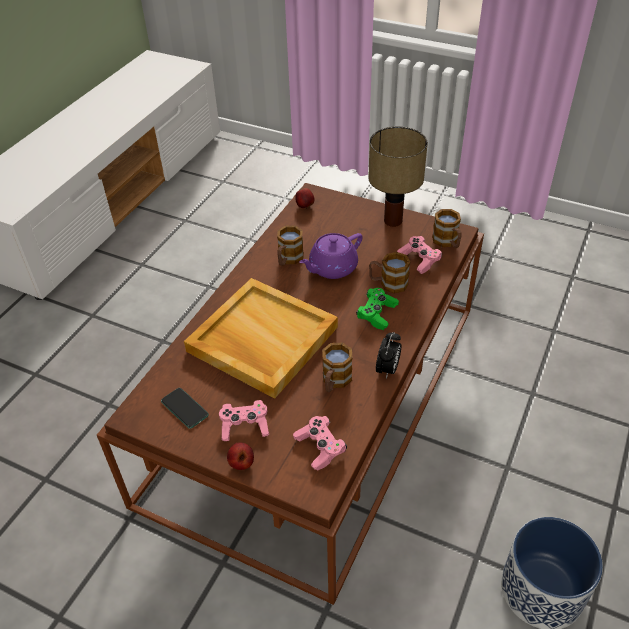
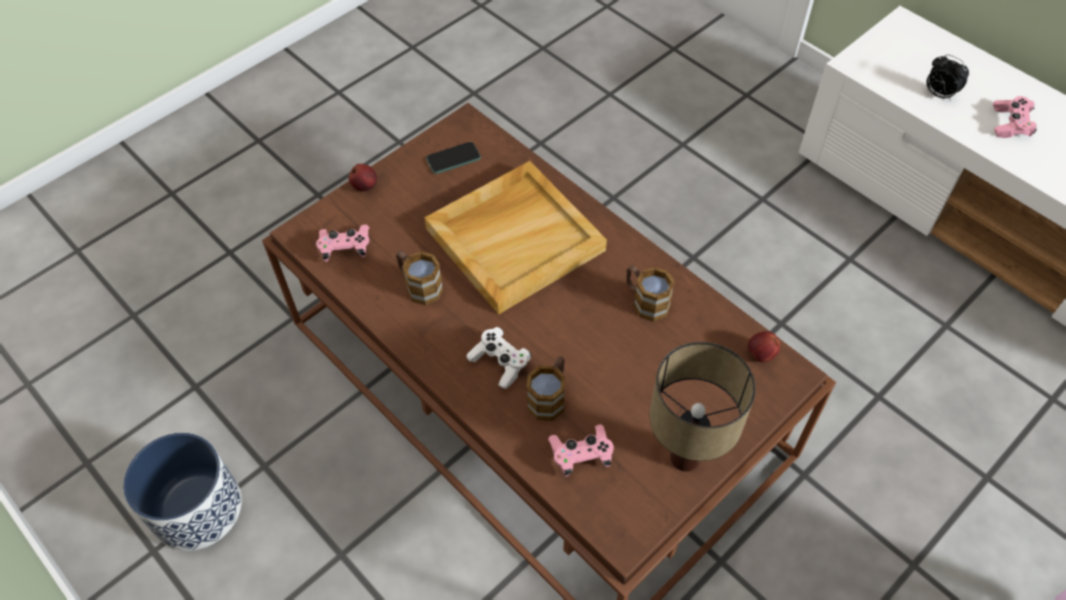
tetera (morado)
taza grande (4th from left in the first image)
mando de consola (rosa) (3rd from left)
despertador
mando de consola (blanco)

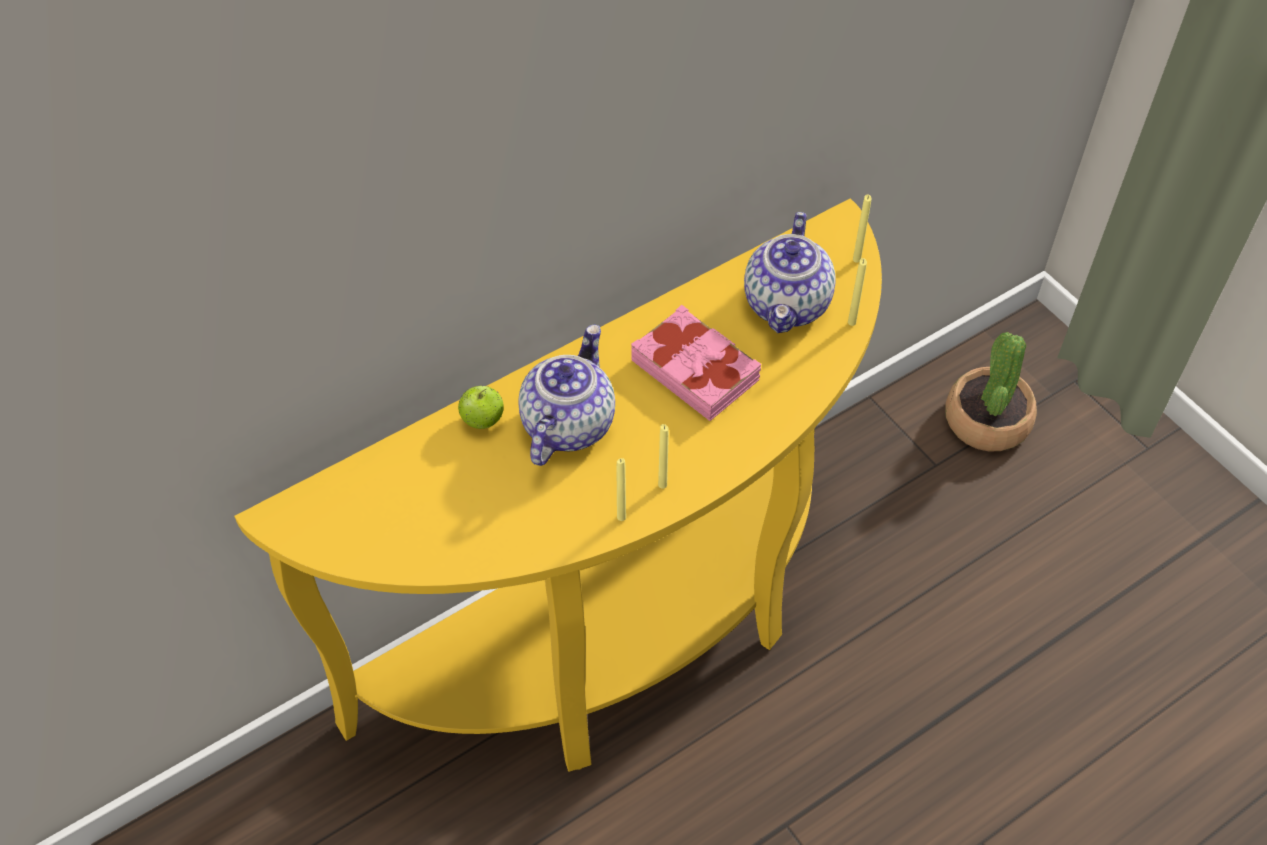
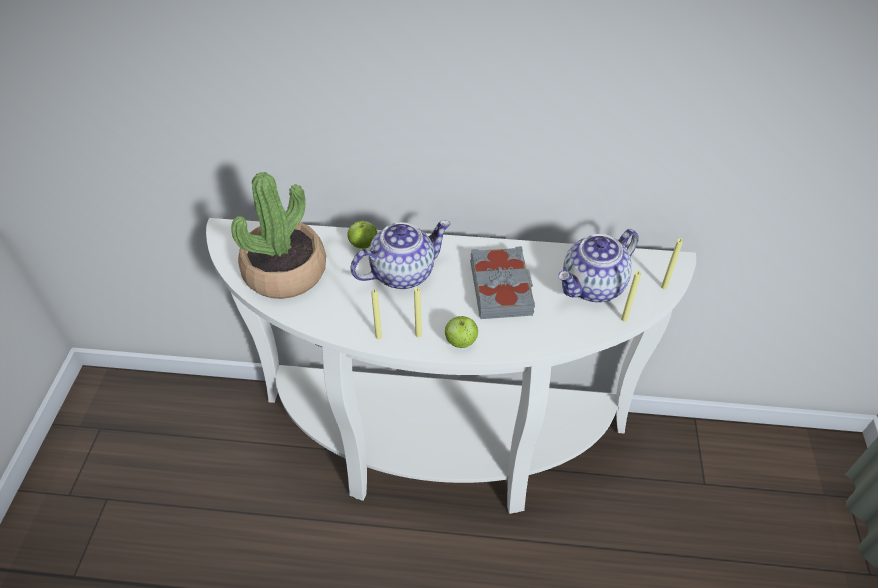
manzana (2nd from left)
planta en maceta
mesa consola (blanco)
libro (gris)

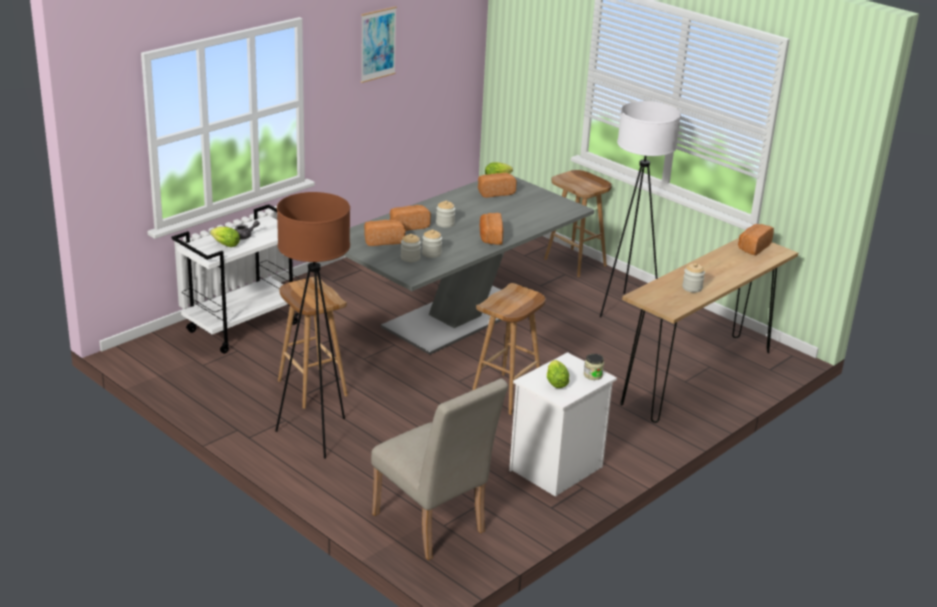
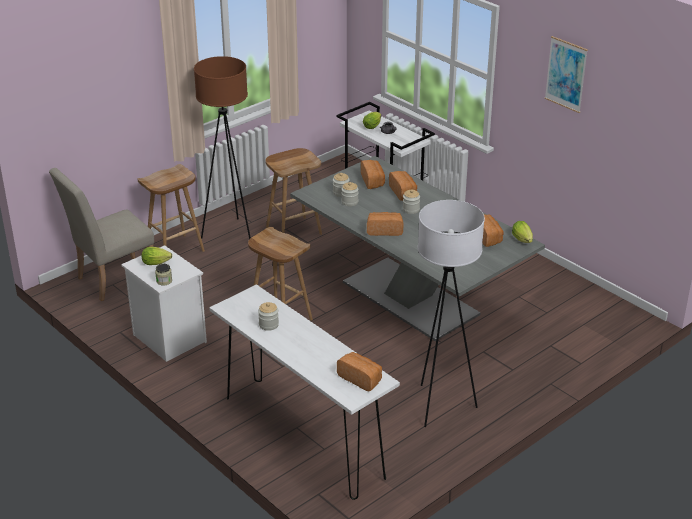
taburete (marrón) (1st from left)
mesa consola (blanco)

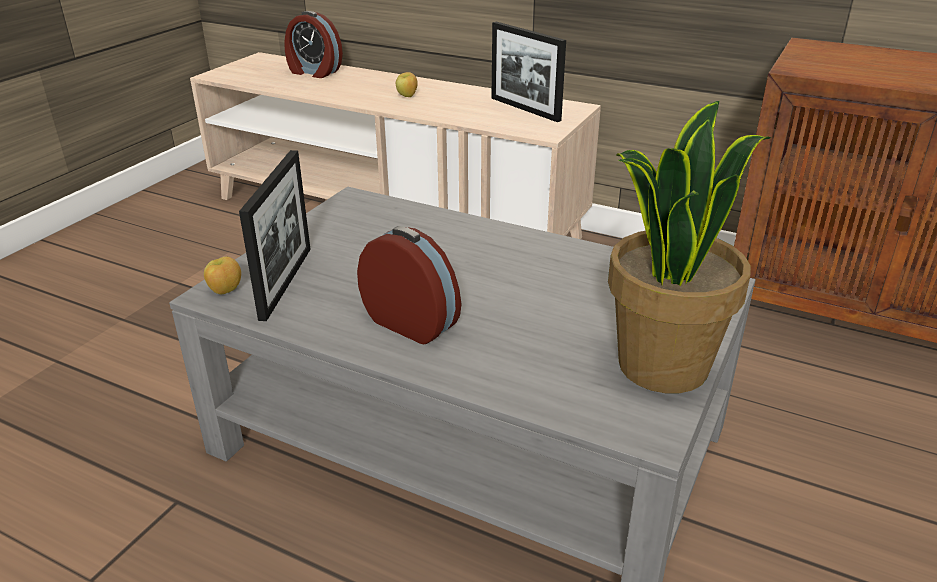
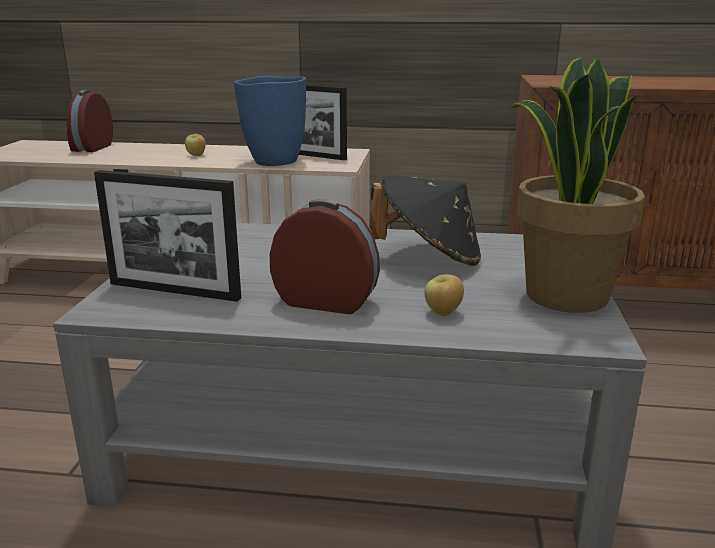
florero (azul)
sombrero (negro)
manzana (2nd from left)
portarretratos (1st from left)
despertador (1st from left)

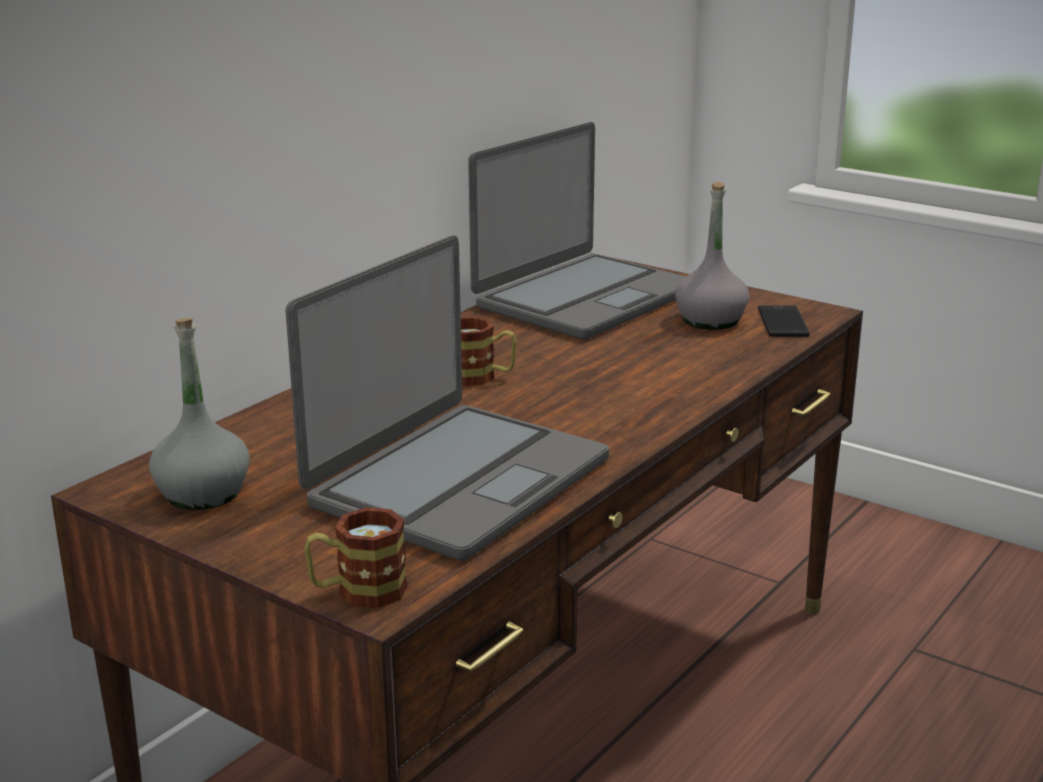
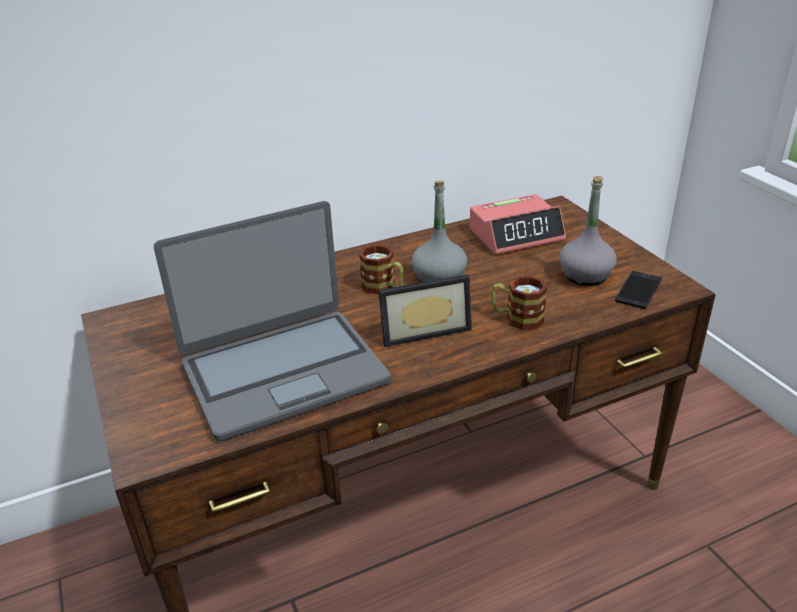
portarretratos
botella (gris) (1st from left)
taza grande (2nd from left)
despertador

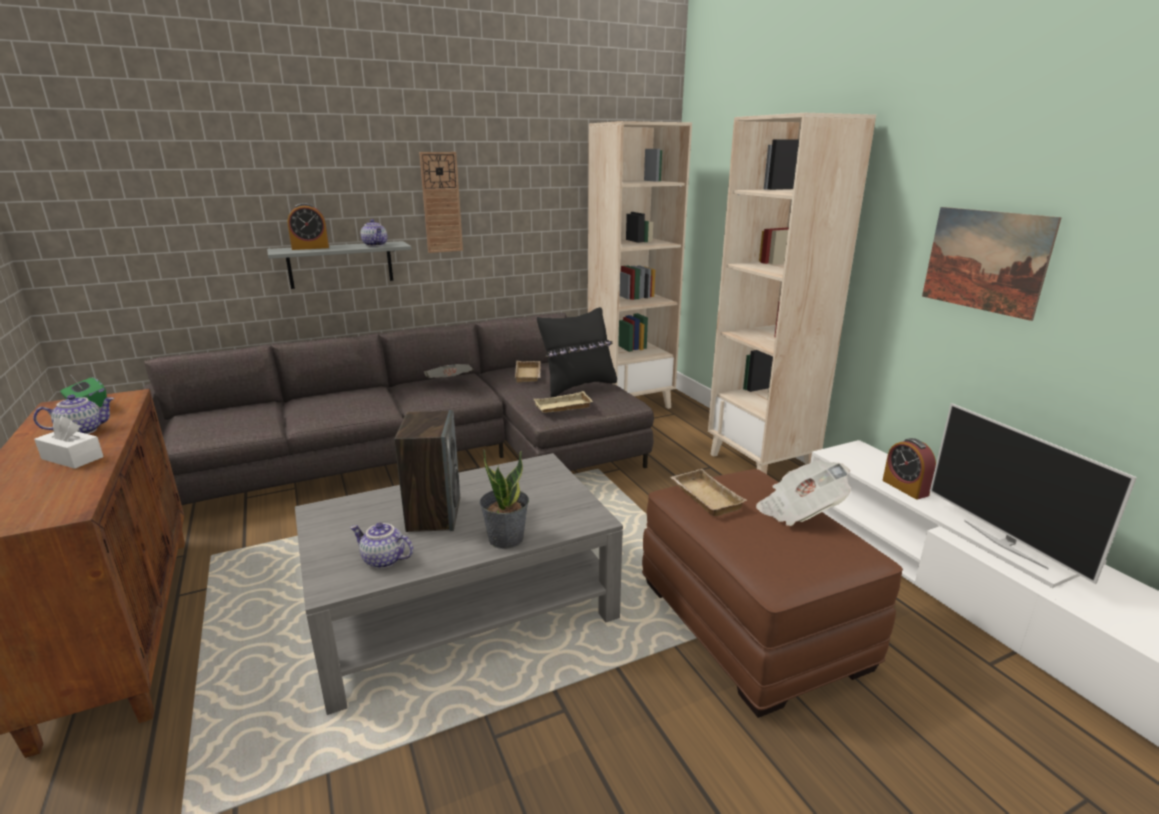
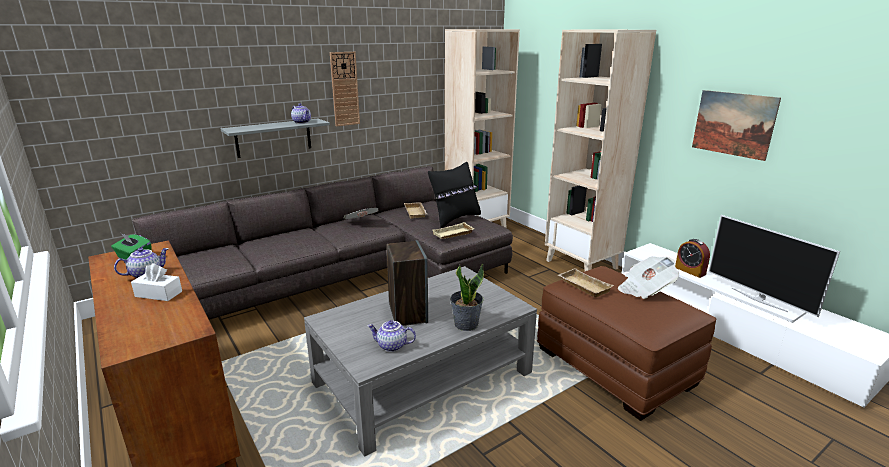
despertador (1st from left in the first image)

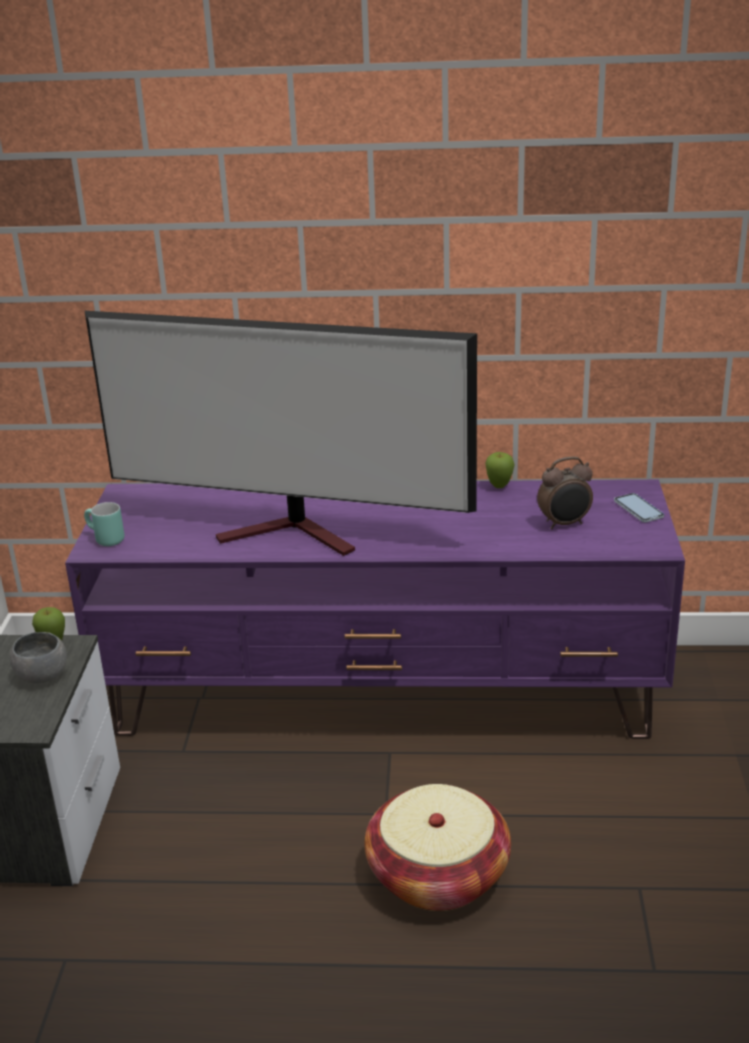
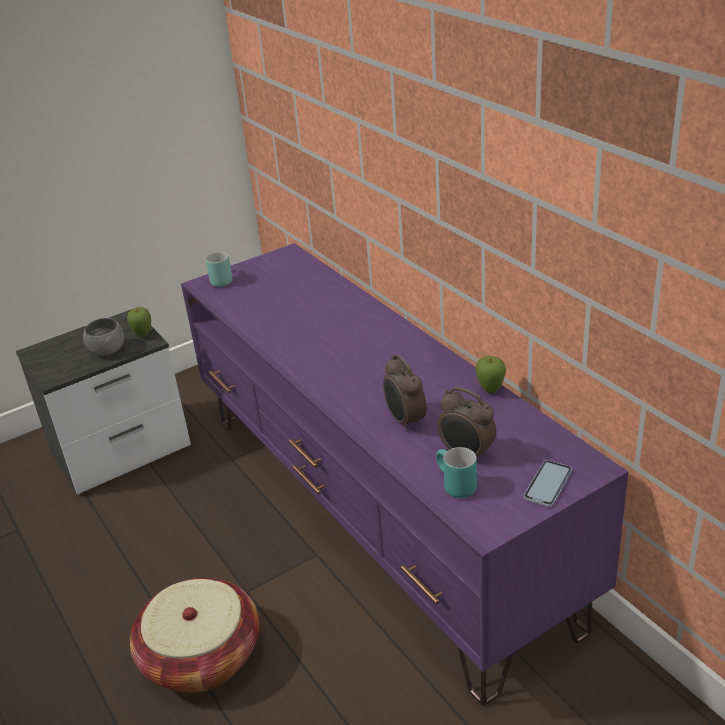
televisor
despertador (1st from left)
taza grande (turquesa) (2nd from left)

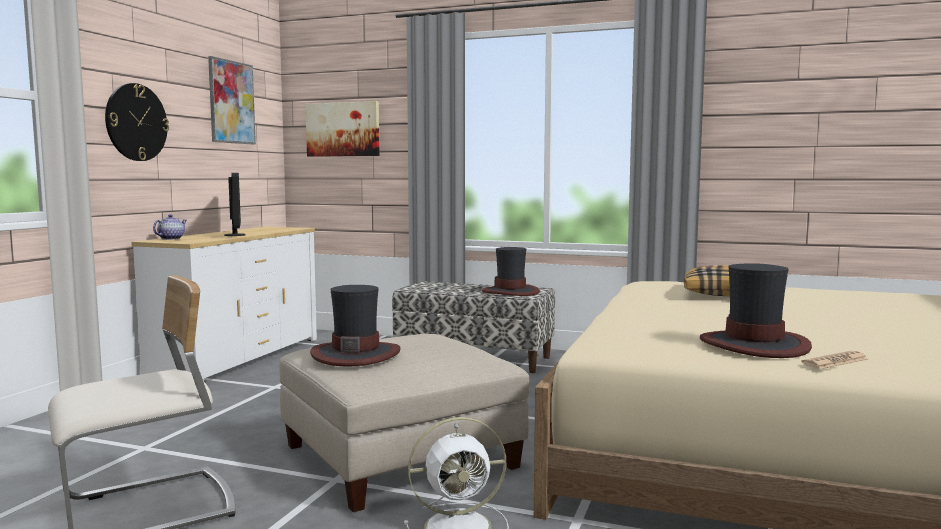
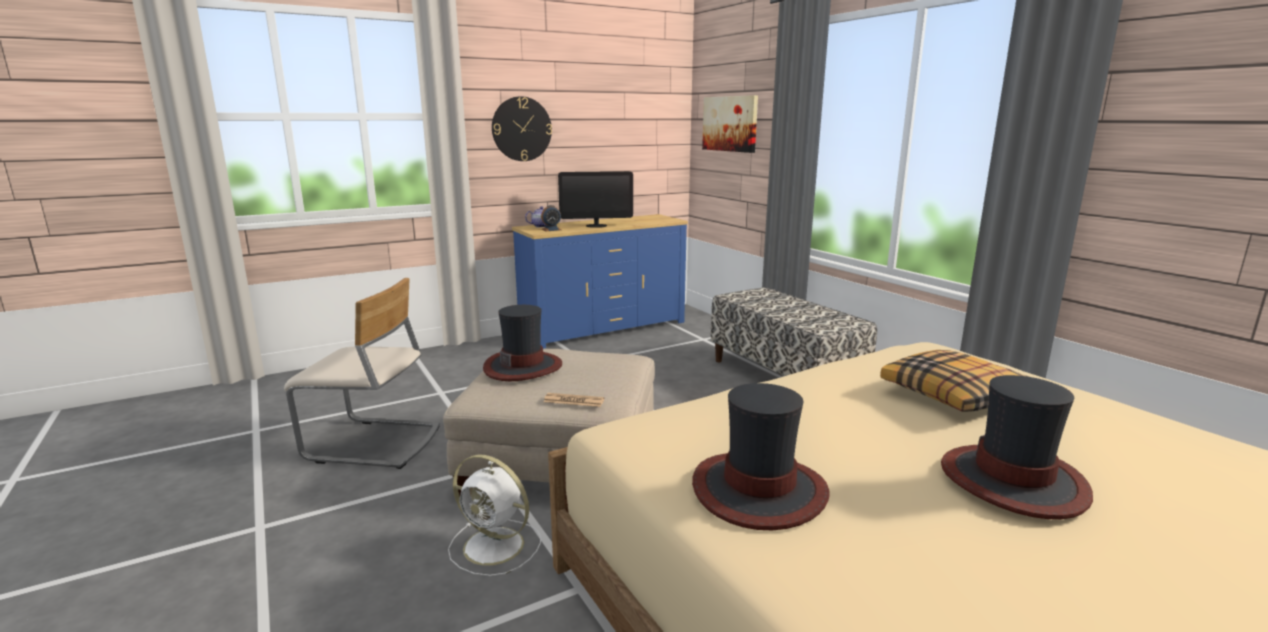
cuadro (1st from left in the first image)
despertador
sombrero (3rd from left)
periódico
cómoda (azul)
monitor

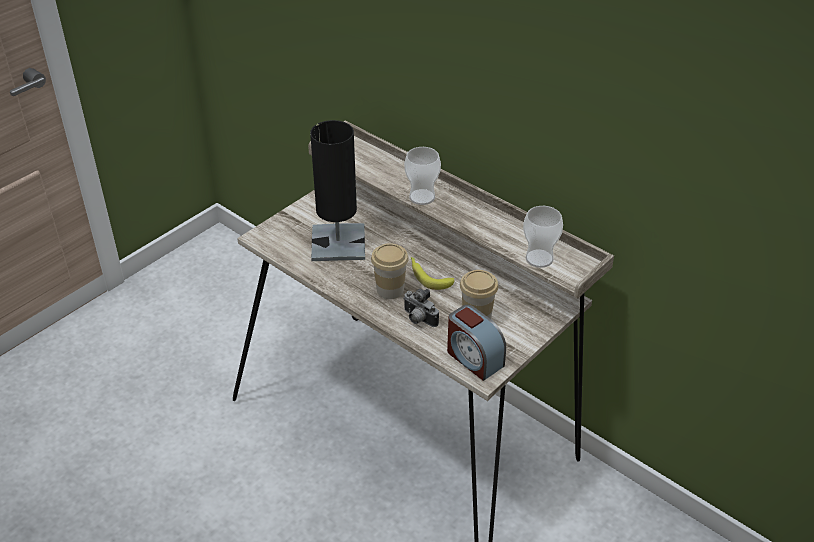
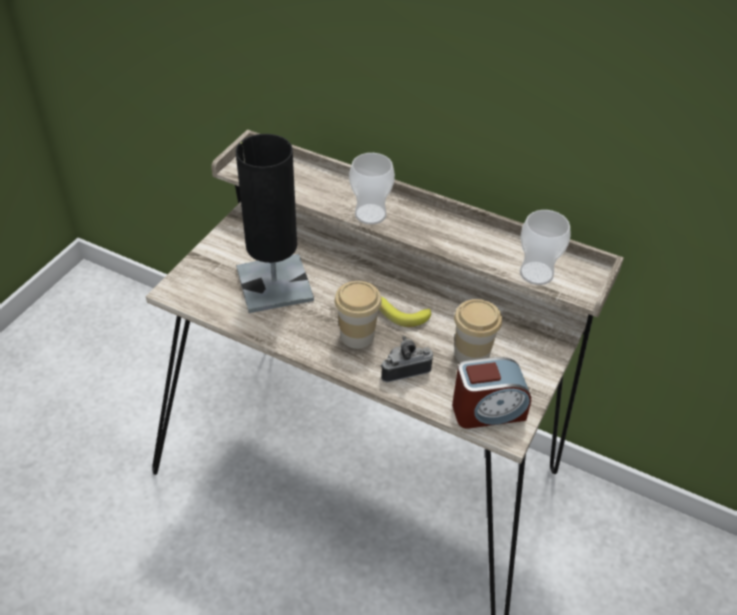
cámara
despertador

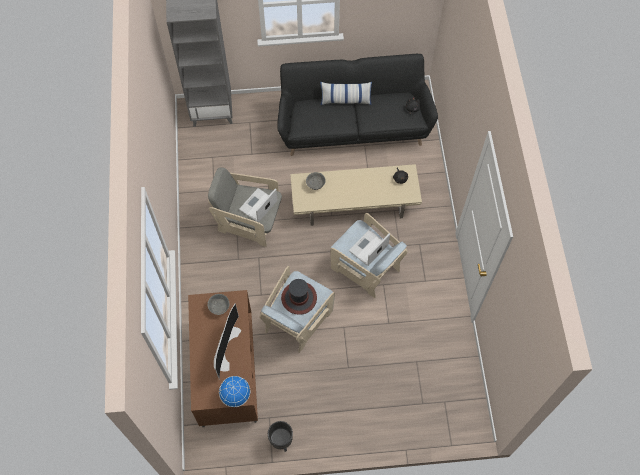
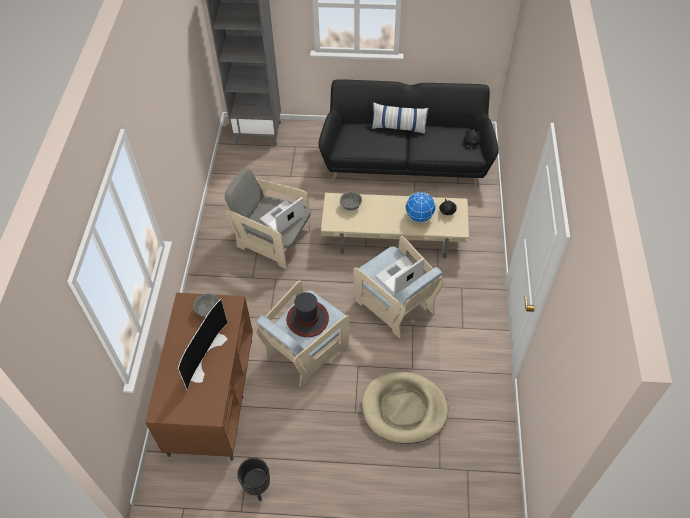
cama para perro (beis)
globo terráqueo

